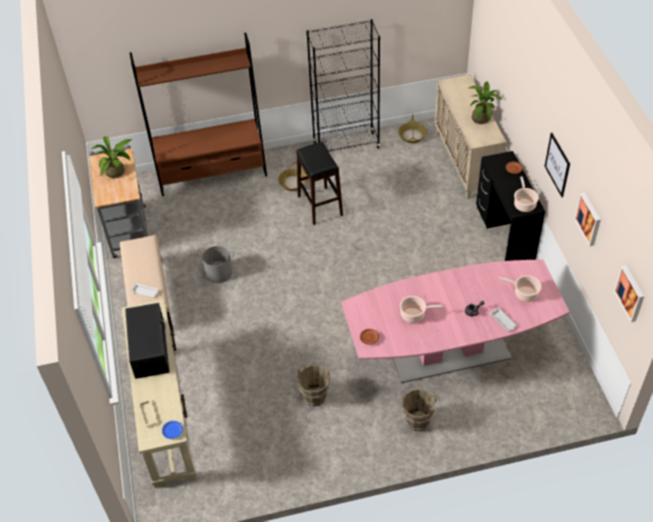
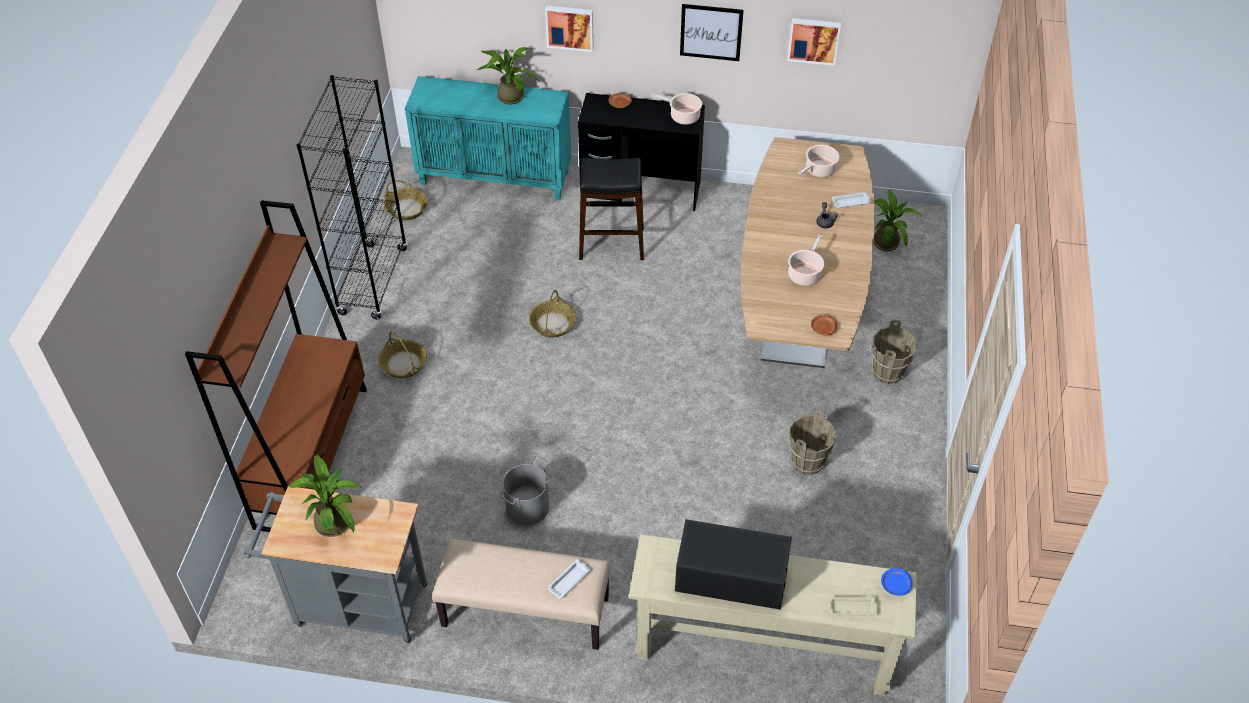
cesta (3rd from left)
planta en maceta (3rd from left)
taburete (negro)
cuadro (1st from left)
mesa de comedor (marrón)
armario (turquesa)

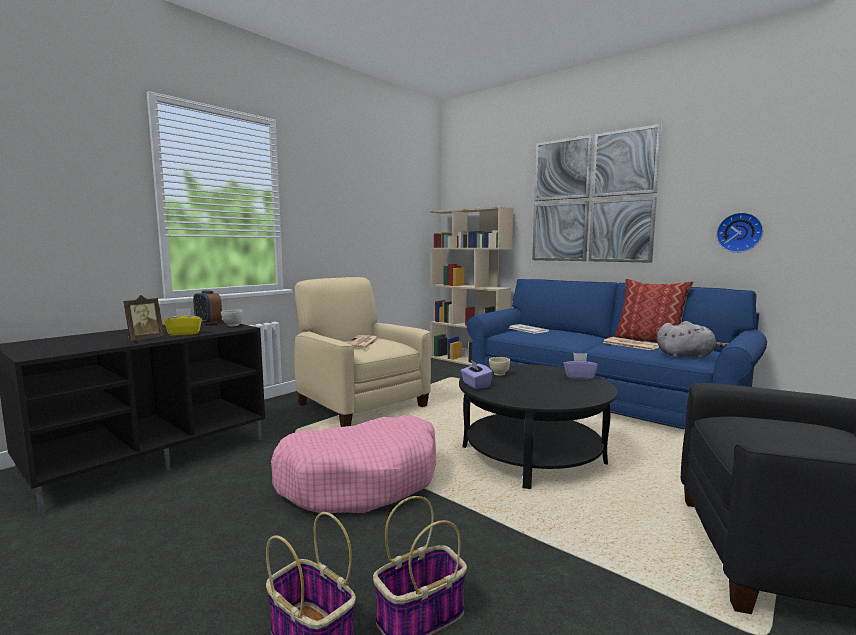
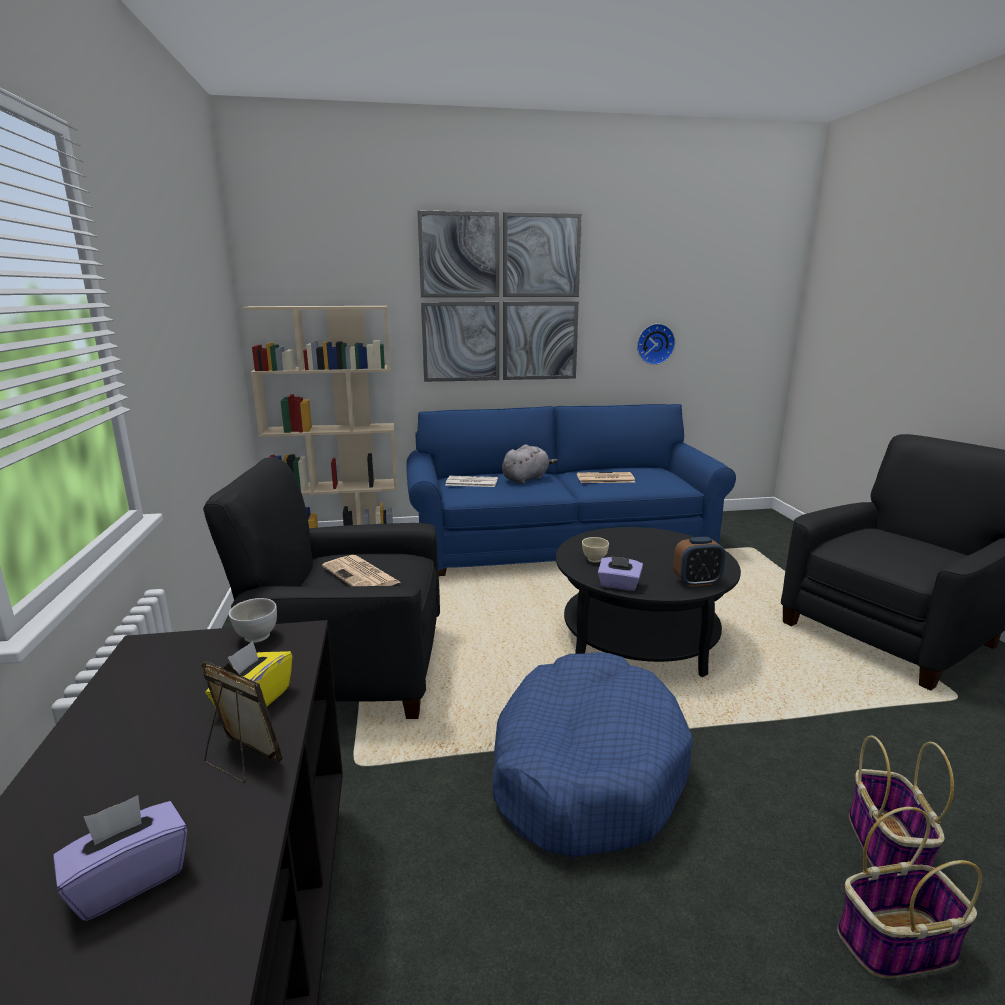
cojín
despertador
caja de pañuelos (morado) (1st from left)
peluche (gris)
cama para perro (azul)
sillón (negro) (1st from left)
portarretratos

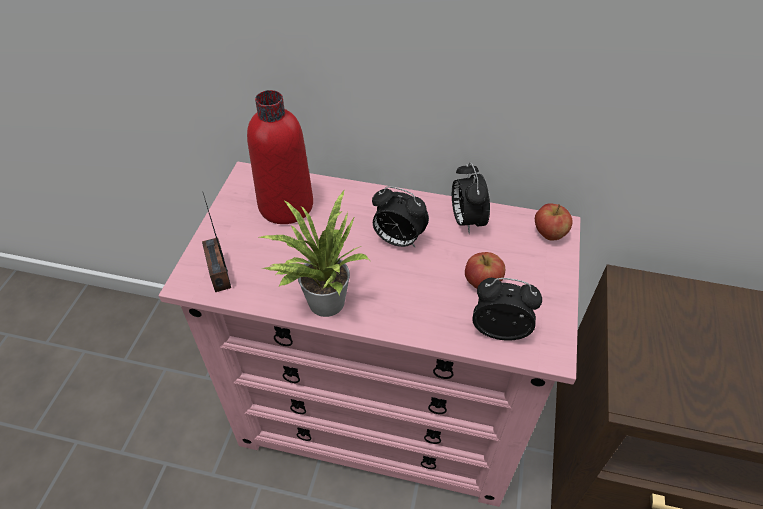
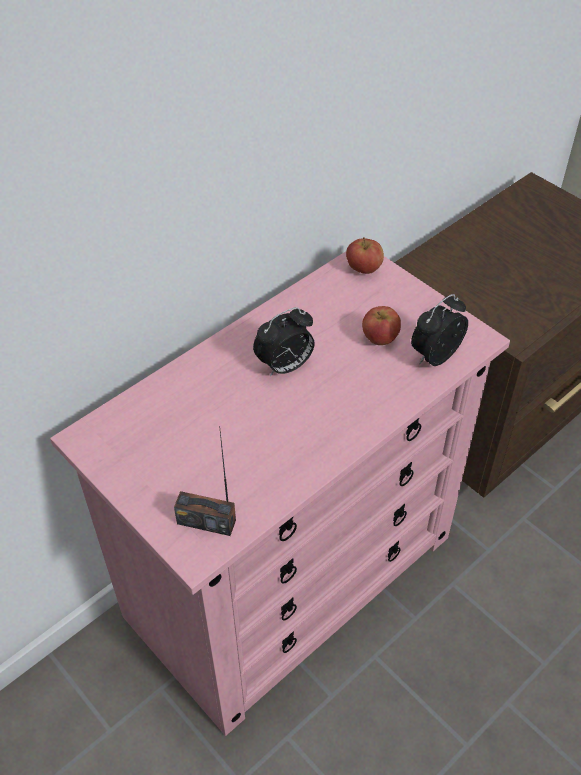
botella (rojo)
planta en maceta
despertador (2nd from left in the first image)

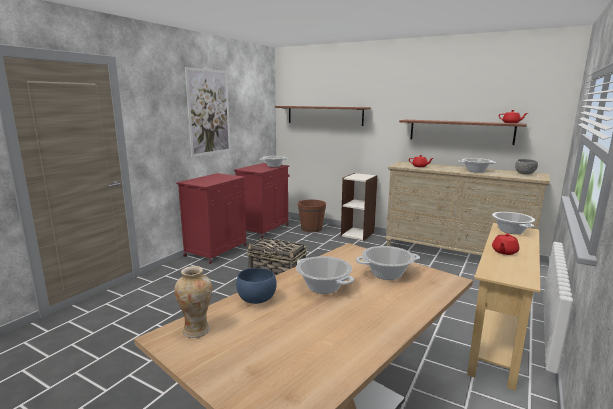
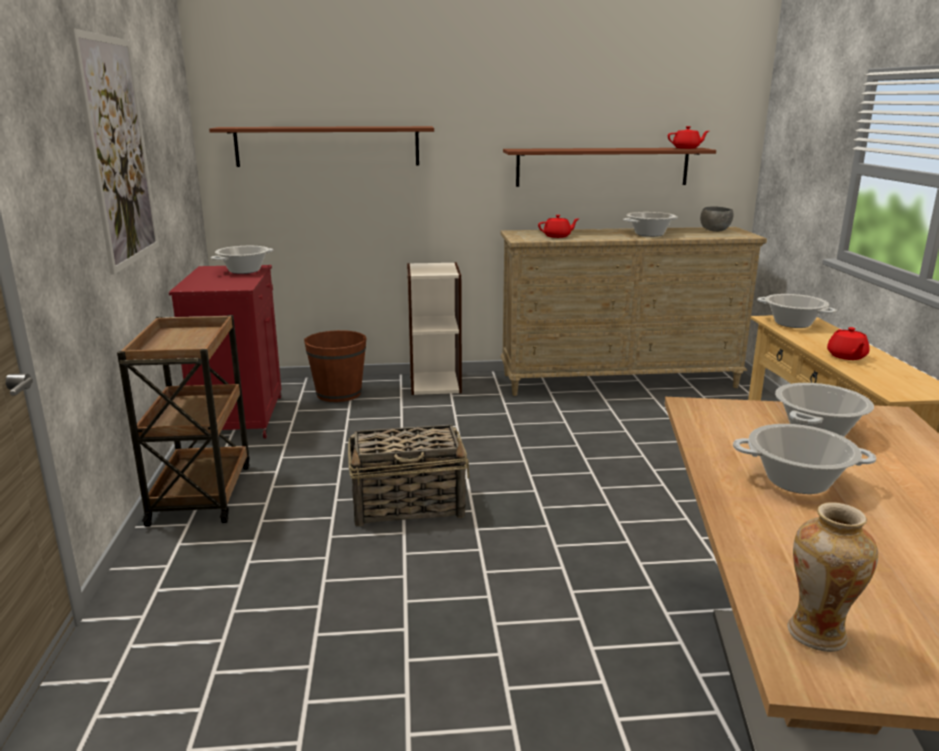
cuenco (azul)
carrito (marrón)

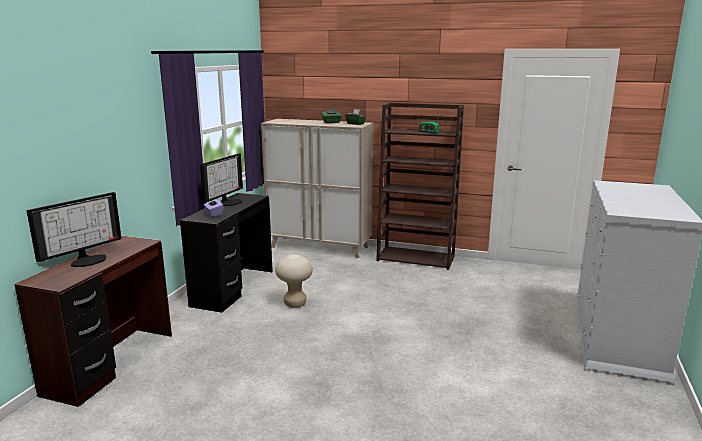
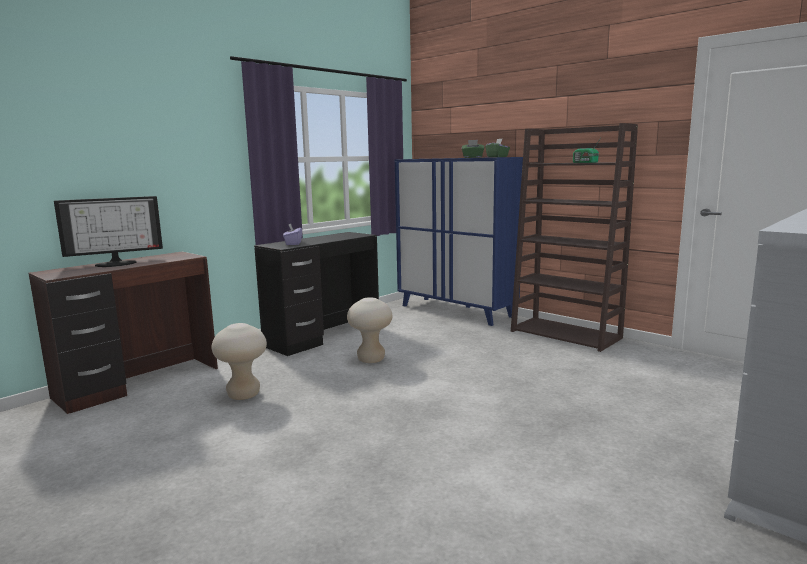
monitor (2nd from left in the first image)
taburete (beis) (1st from left)
armario (azul)

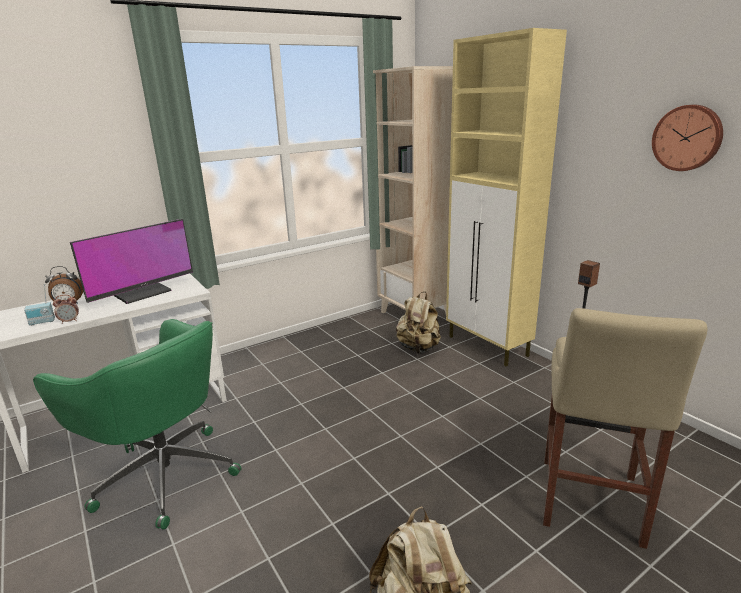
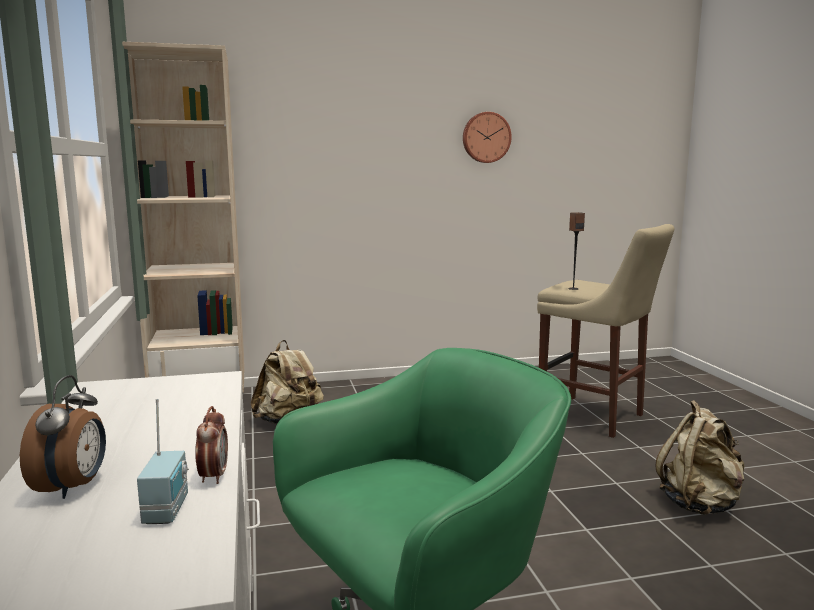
monitor
armario (beis)

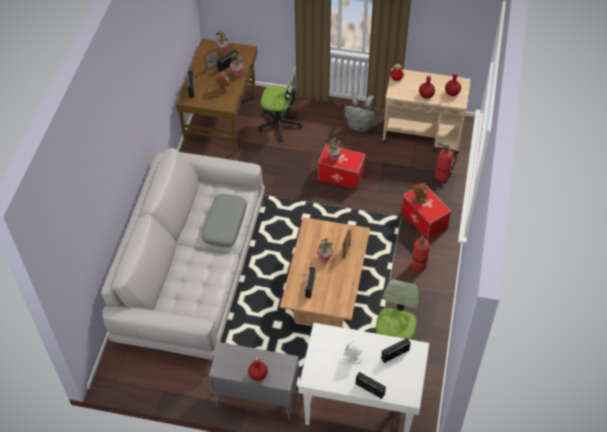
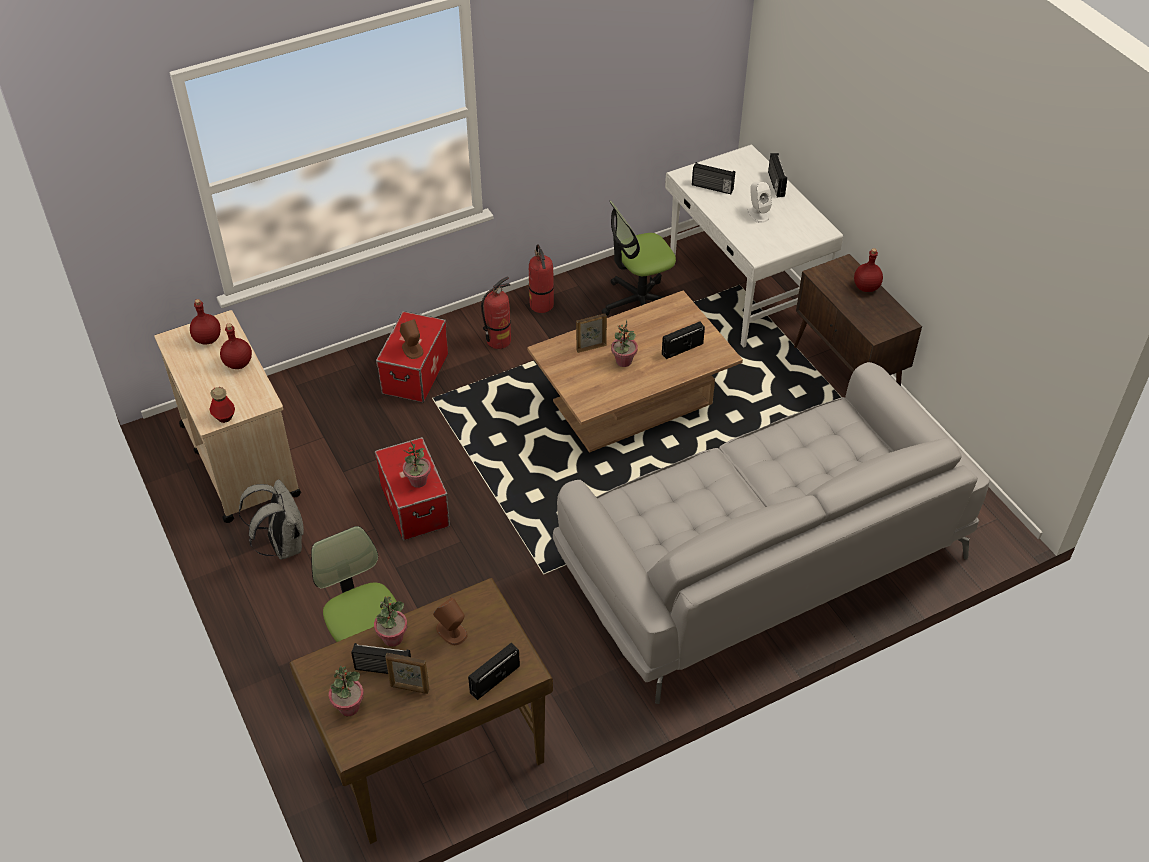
cojín (gris)
extintor (2nd from left)
armario (marrón)

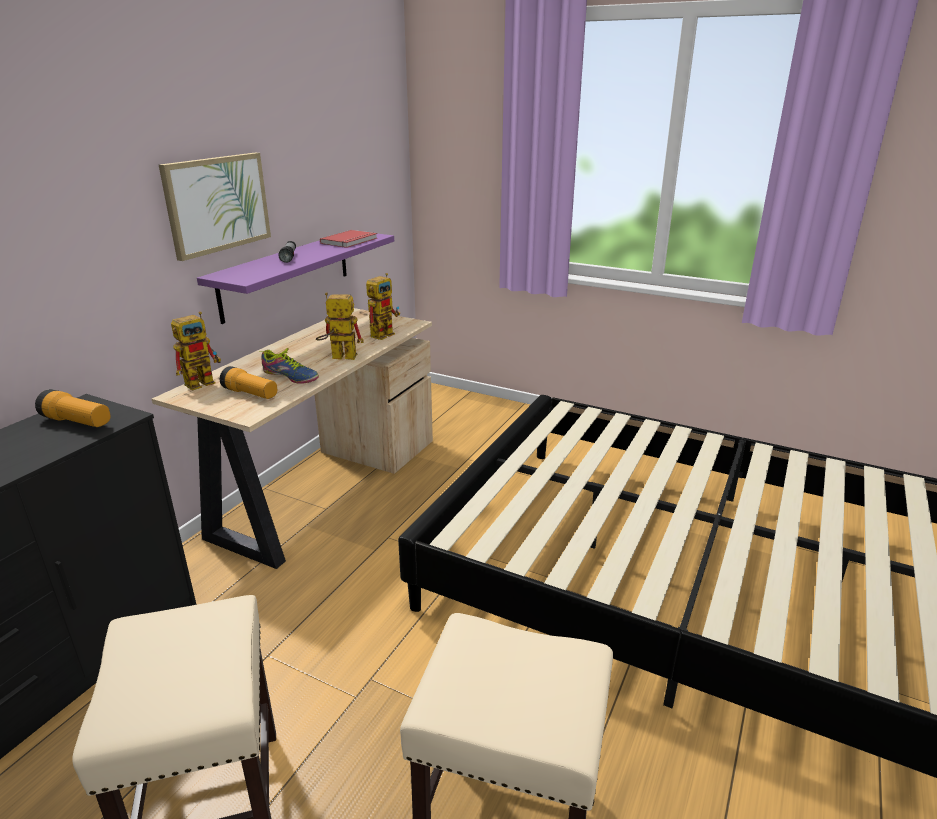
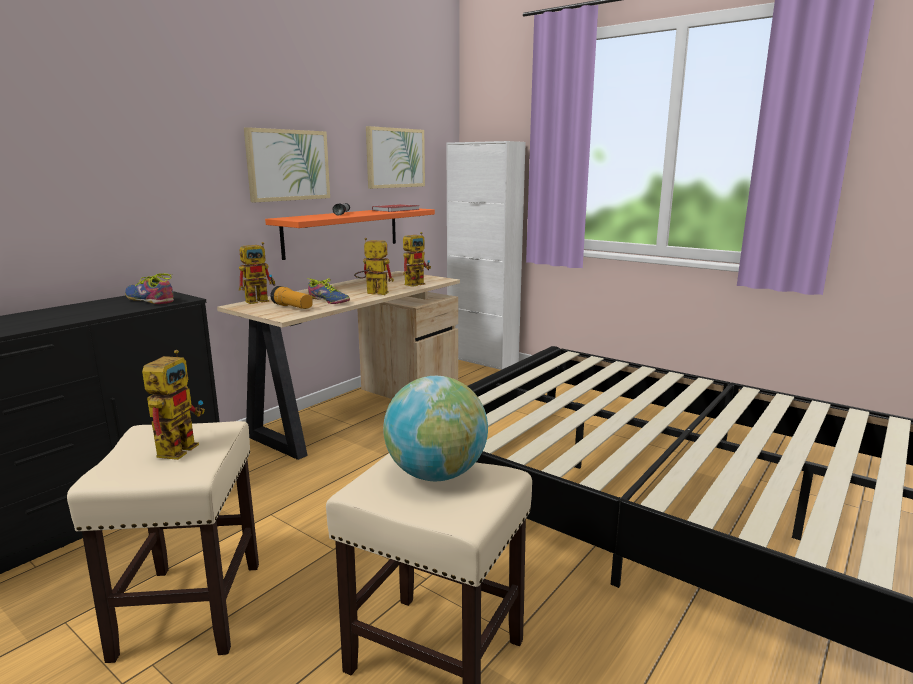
robot de juguete (1st from left)
cuadro (2nd from left)
globo terráqueo
armario (blanco)
zapato (1st from left)
estante (naranja)

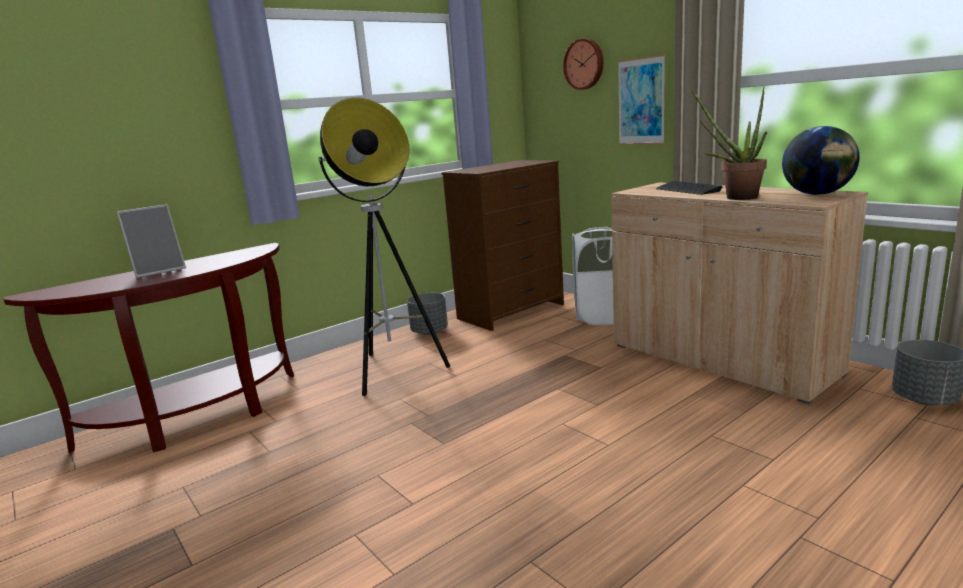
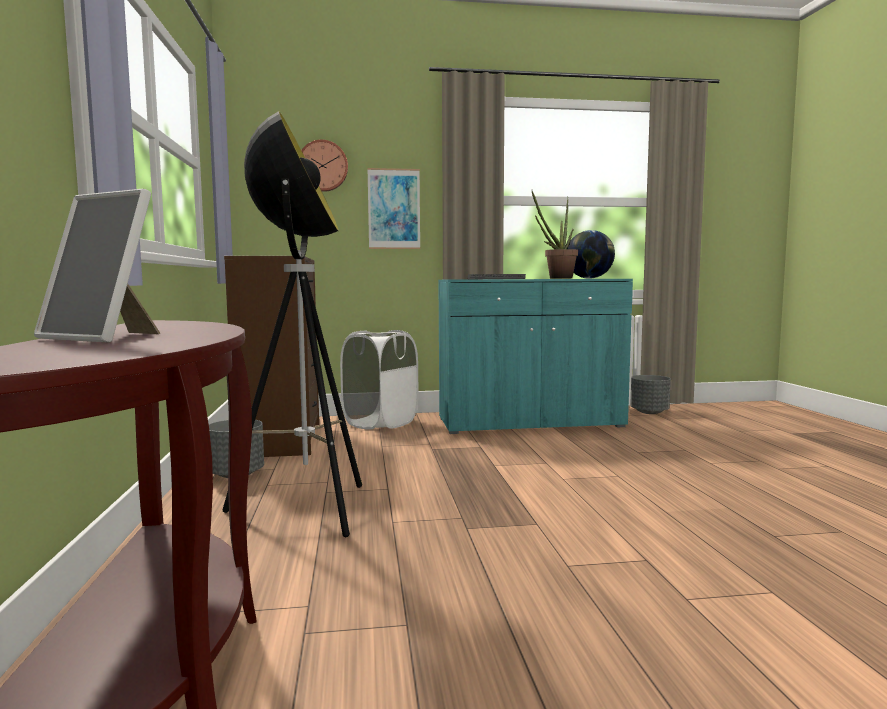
armario (turquesa)
portarretratos

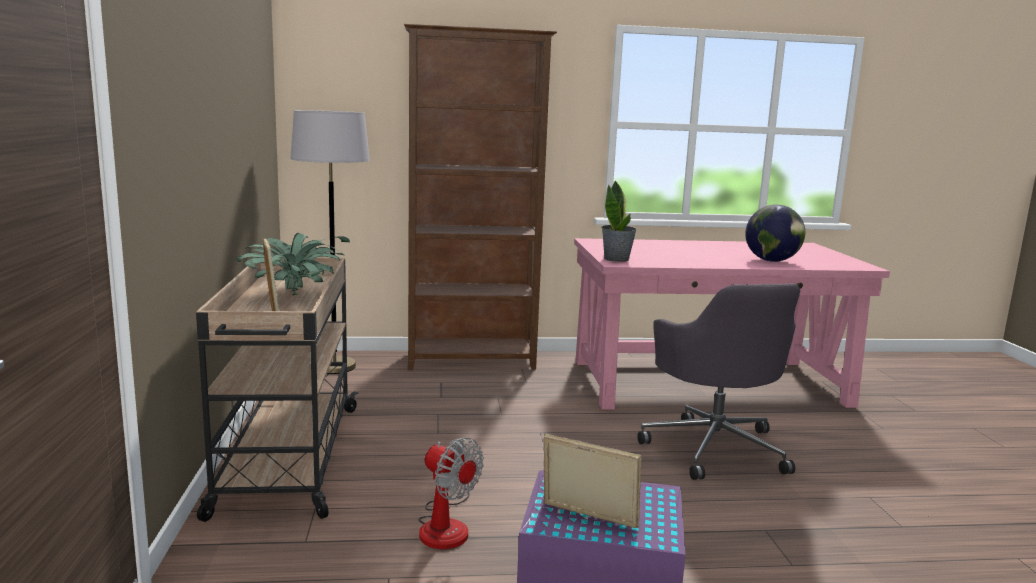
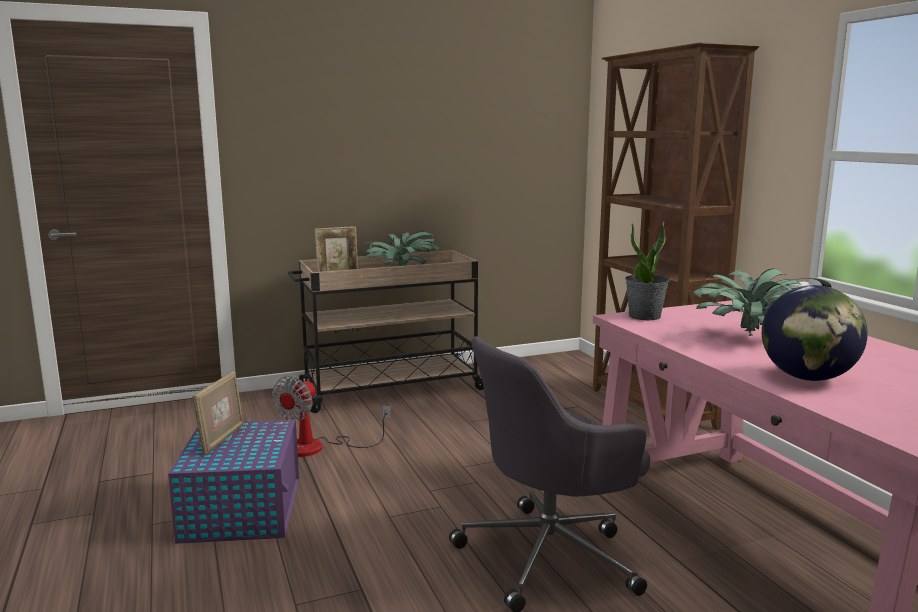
lámpara de pie (gris)
planta en maceta (3rd from left)

